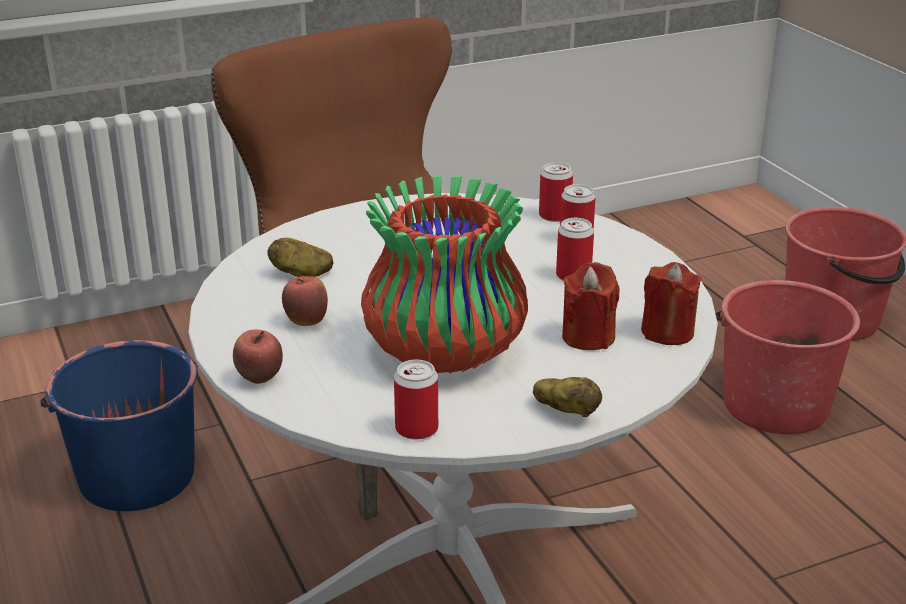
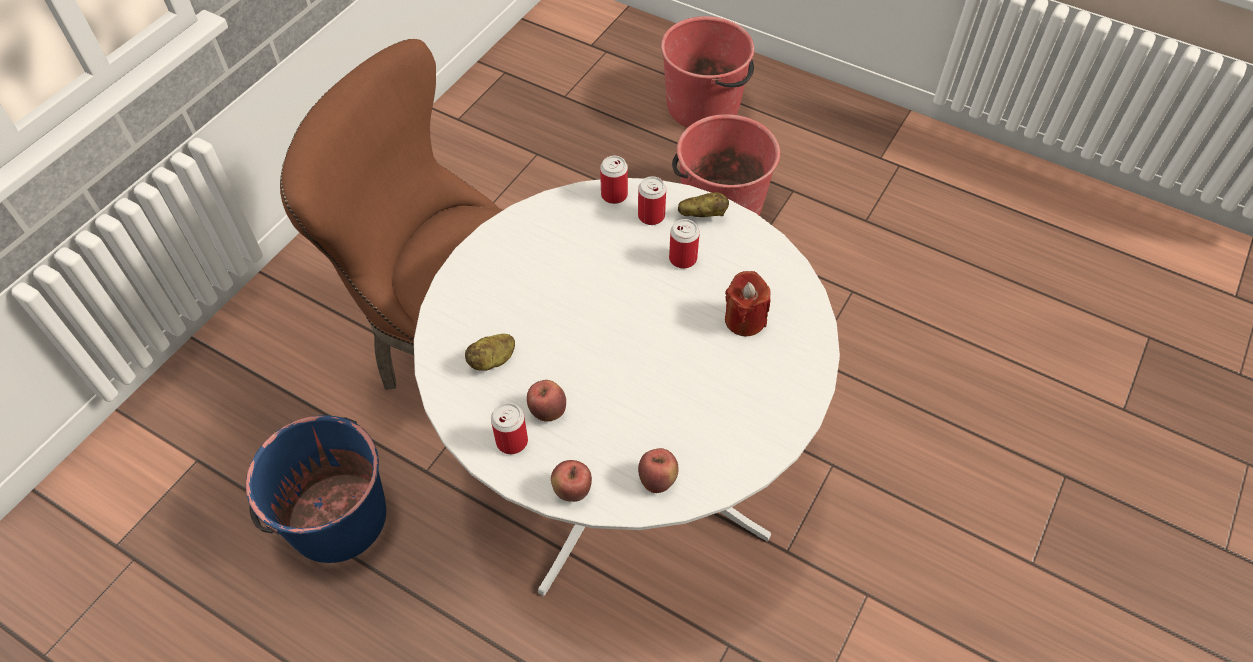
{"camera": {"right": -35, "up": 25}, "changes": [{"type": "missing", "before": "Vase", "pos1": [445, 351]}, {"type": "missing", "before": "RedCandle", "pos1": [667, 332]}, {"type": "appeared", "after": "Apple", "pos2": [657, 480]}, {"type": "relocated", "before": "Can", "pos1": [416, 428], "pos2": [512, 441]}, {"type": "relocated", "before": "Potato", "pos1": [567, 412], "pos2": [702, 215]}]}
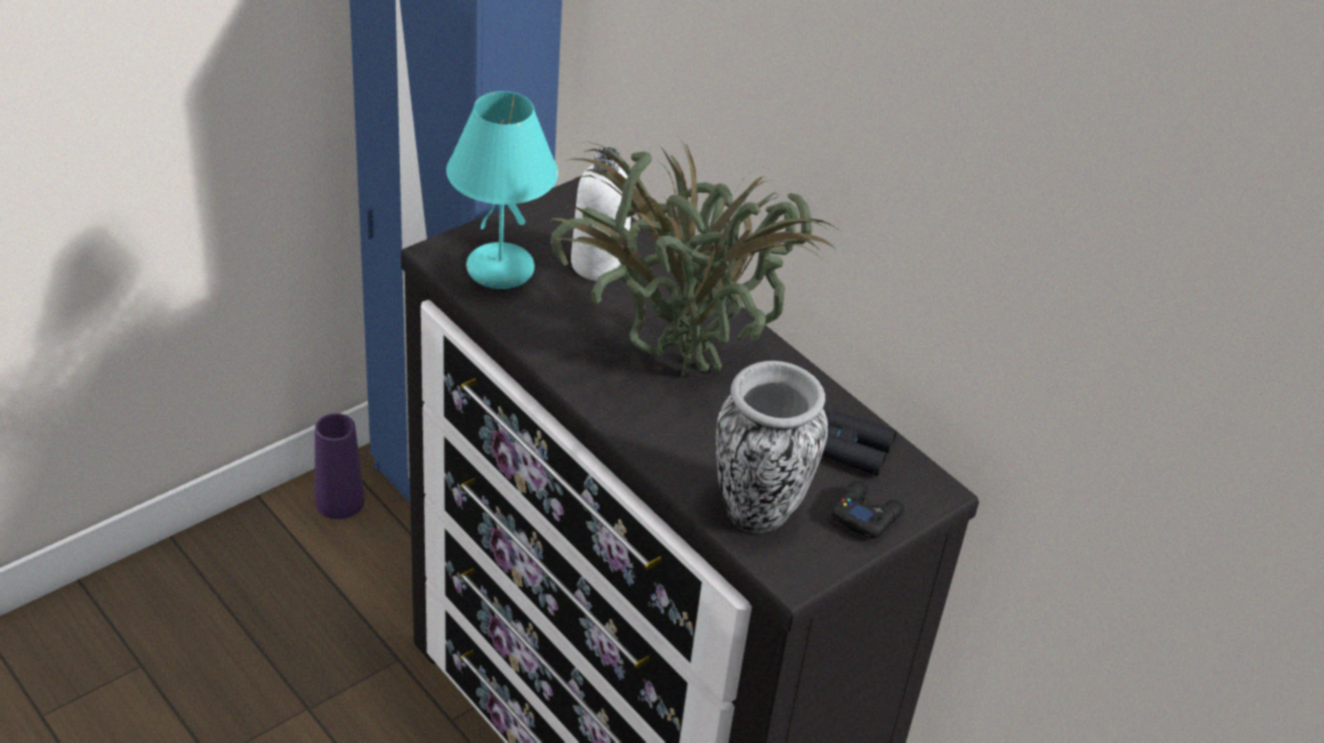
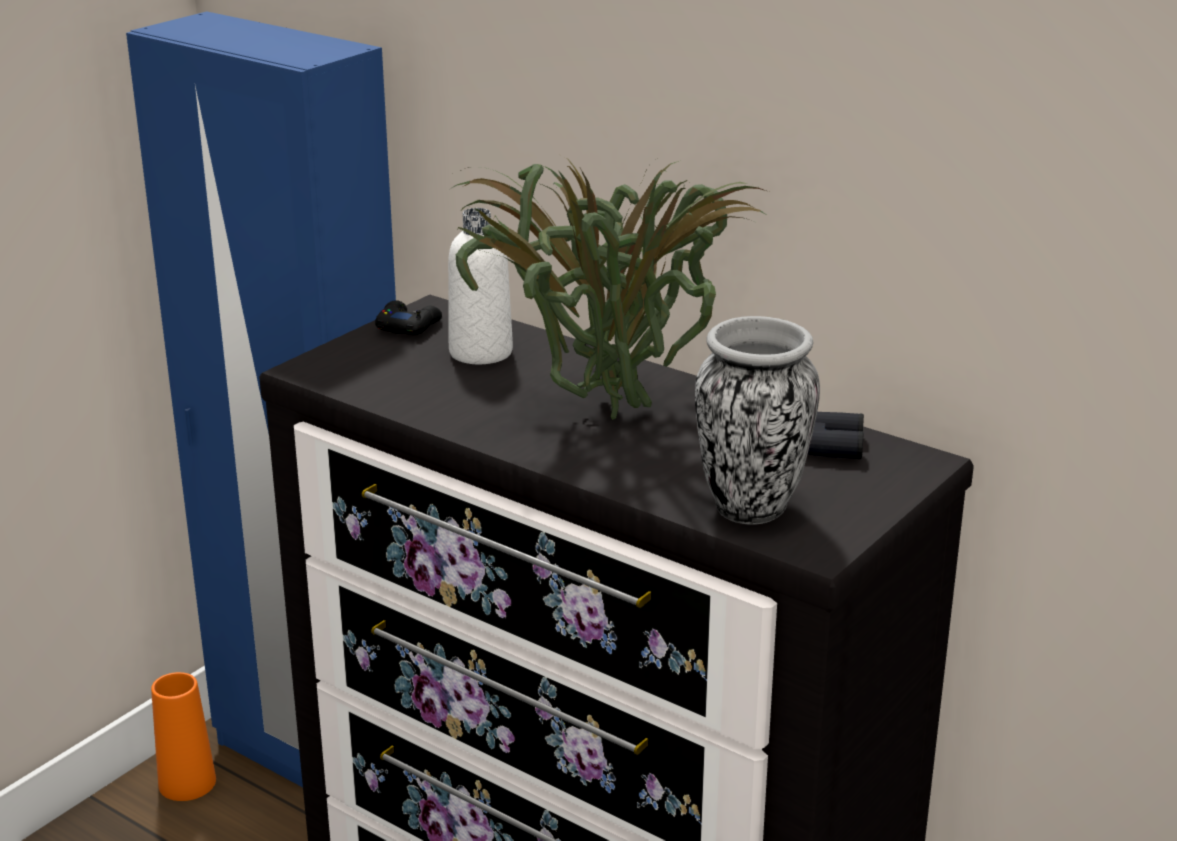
{"camera": {"right": -10, "up": -15}, "changes": [{"type": "missing", "before": "TurquoiseTableLamp", "pos1": [499, 270]}, {"type": "relocated", "before": "BlackGameController", "pos1": [865, 515], "pos2": [408, 326]}, {"type": "colour", "before": "PurpleVase", "after": "OrangeVase", "pos1": [339, 501], "pos2": [187, 782]}]}
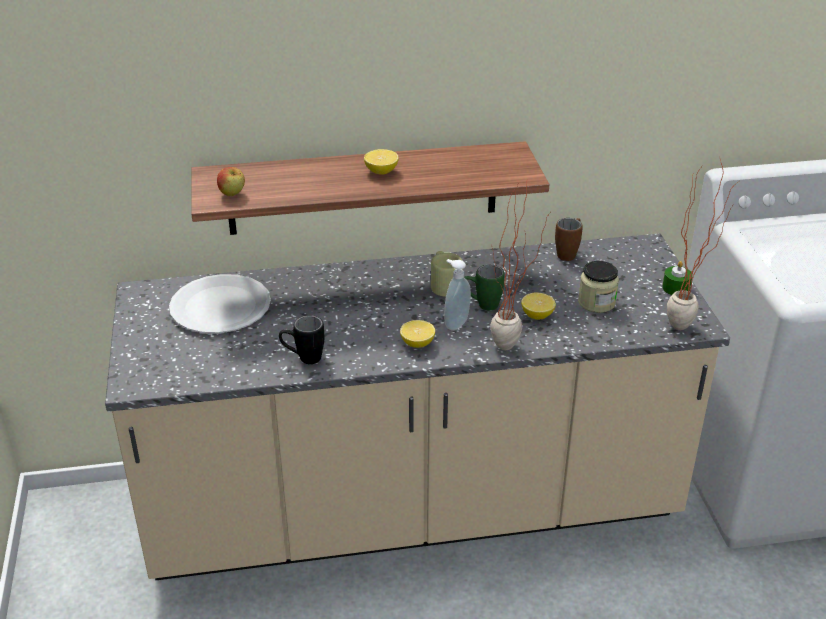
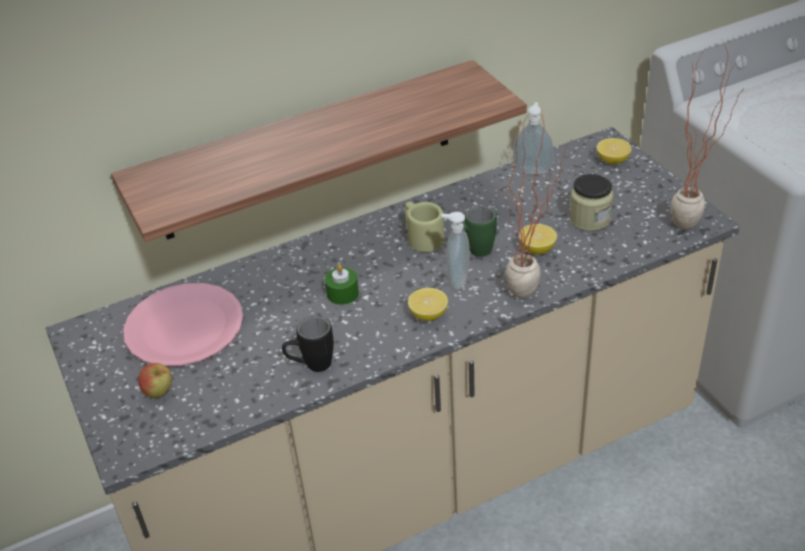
{"camera": {"right": -15, "up": 5}, "changes": [{"type": "relocated", "before": "Apple", "pos1": [232, 194], "pos2": [159, 393]}, {"type": "relocated", "before": "Lemon", "pos1": [381, 171], "pos2": [612, 161]}, {"type": "relocated", "before": "GreenCandle", "pos1": [676, 288], "pos2": [342, 293]}, {"type": "exchanged", "before": "BrownMug", "after": "SoapDispenser", "pos1": [568, 253], "pos2": [533, 170]}, {"type": "colour", "before": "WhitePlate", "after": "PinkPlate", "pos1": [220, 307], "pos2": [185, 327]}]}
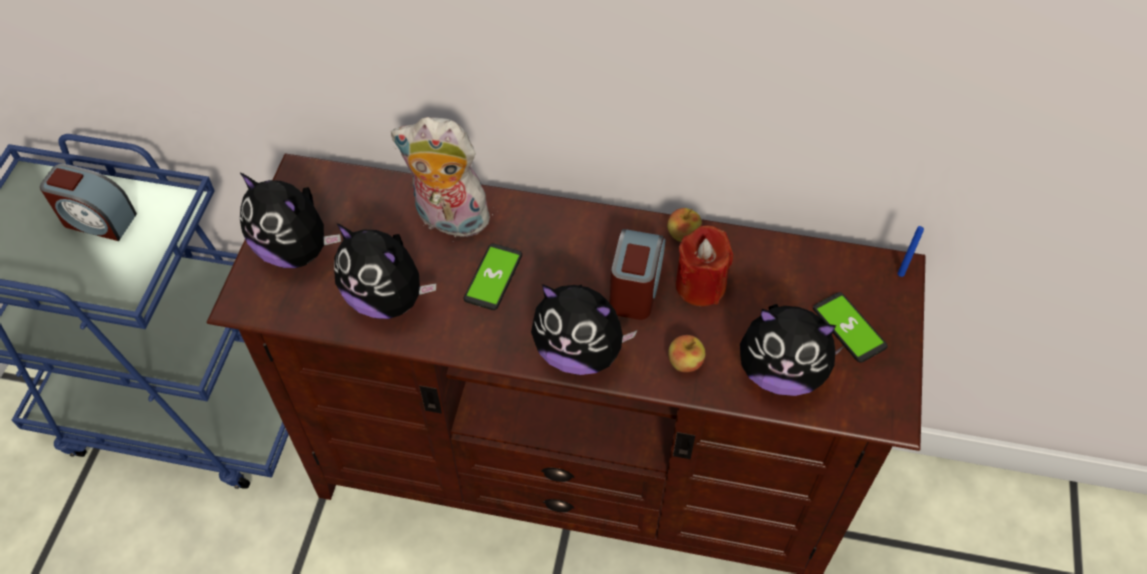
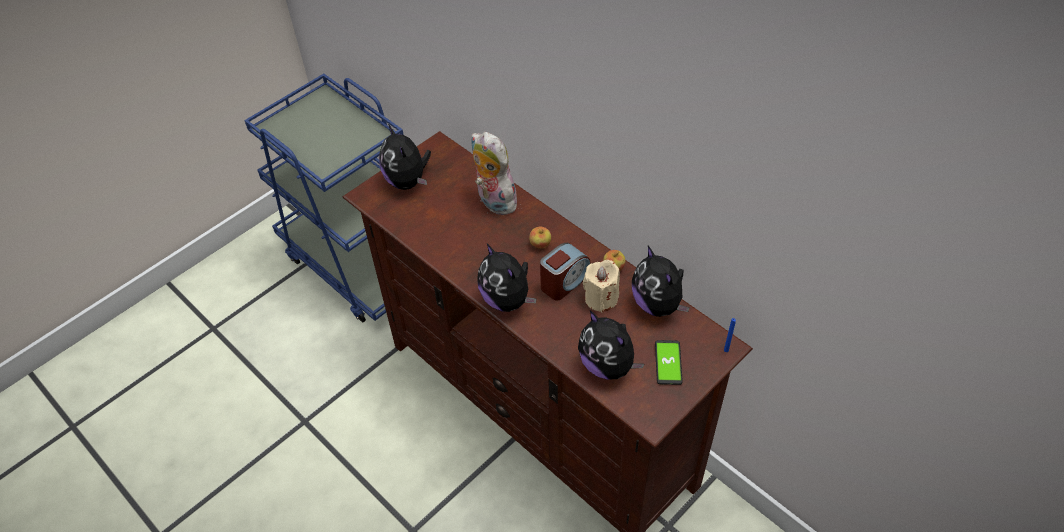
{"camera": {"right": 35, "up": -5}, "changes": [{"type": "missing", "before": "AlarmClock", "pos1": [97, 220]}, {"type": "missing", "before": "Phone", "pos1": [493, 277]}, {"type": "relocated", "before": "PlushToy", "pos1": [387, 298], "pos2": [658, 304]}, {"type": "relocated", "before": "Apple", "pos1": [685, 362], "pos2": [540, 244]}, {"type": "colour", "before": "RedCandle", "after": "BeigeCandle", "pos1": [700, 285], "pos2": [601, 298]}]}
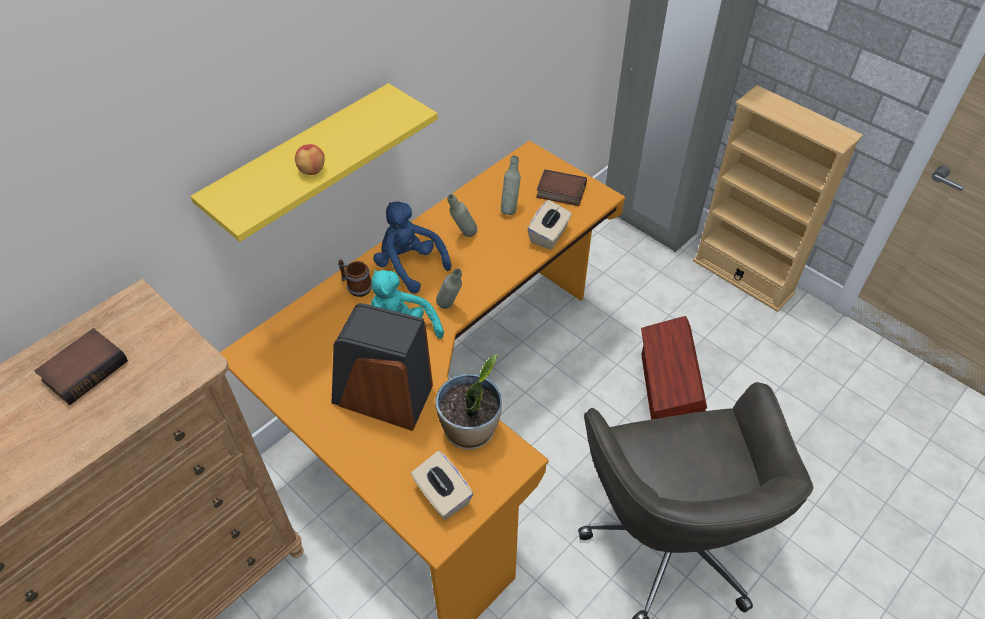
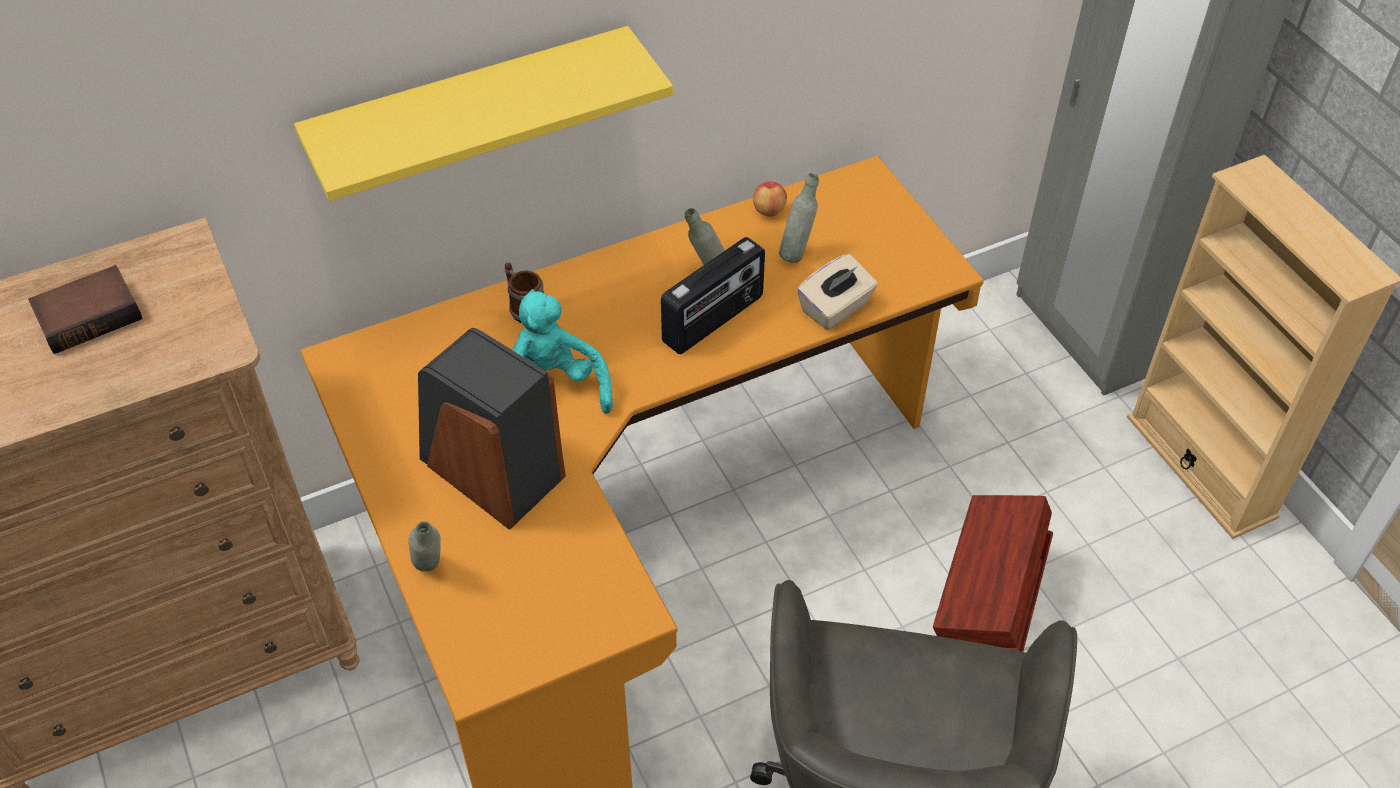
{"camera": {"right": 20, "up": 0}, "changes": [{"type": "missing", "before": "BluePlushToy", "pos1": [409, 266]}, {"type": "missing", "before": "BeigeTissueBox", "pos1": [442, 495]}, {"type": "missing", "before": "PottedPlant", "pos1": [470, 430]}, {"type": "missing", "before": "Book", "pos1": [560, 192]}, {"type": "appeared", "after": "Radio", "pos2": [714, 320]}, {"type": "relocated", "before": "Apple", "pos1": [312, 170], "pos2": [769, 210]}, {"type": "relocated", "before": "GreyBottle", "pos1": [450, 308], "pos2": [431, 572]}]}
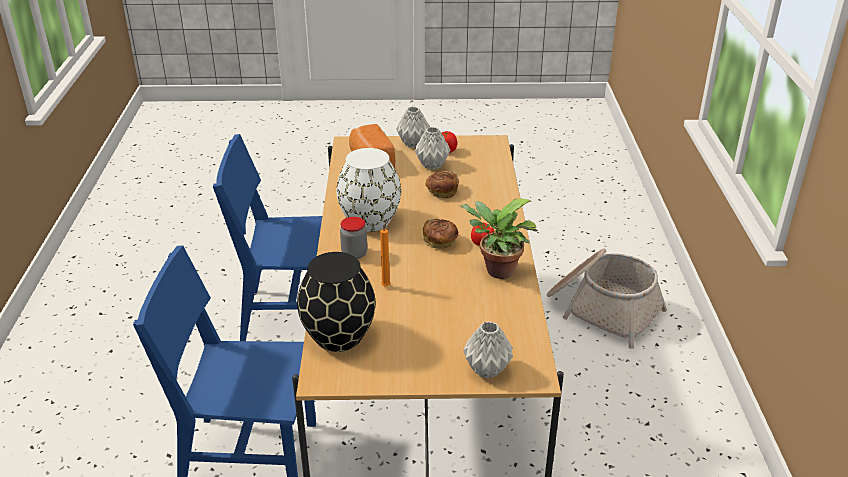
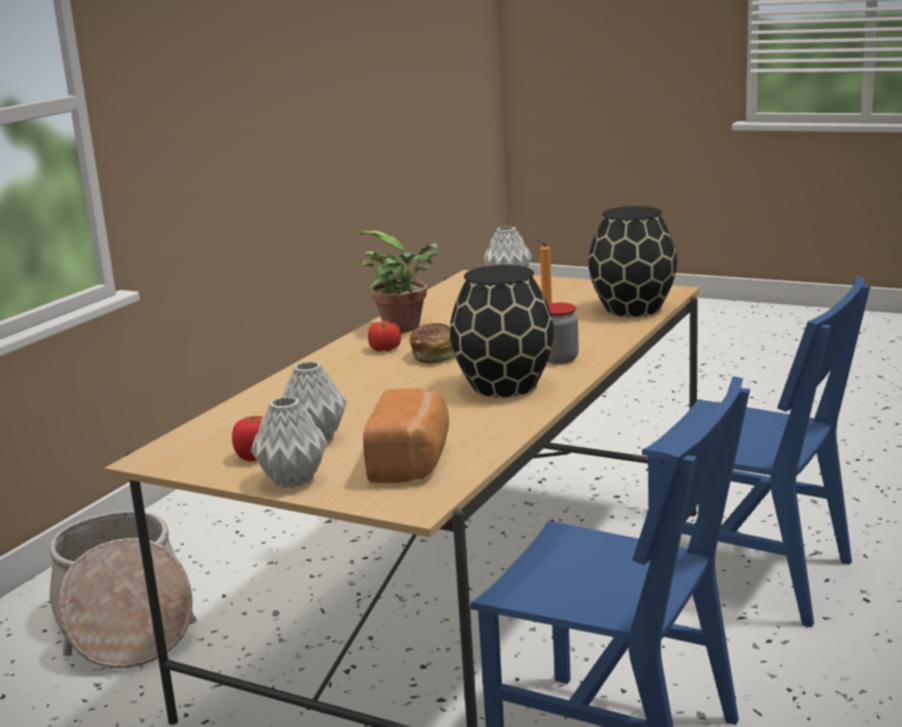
{"camera": {"right": -150, "up": -15}, "changes": [{"type": "missing", "before": "Bread", "pos1": [442, 192]}, {"type": "colour", "before": "WhiteVase", "after": "BlackVase", "pos1": [369, 221], "pos2": [505, 386]}]}
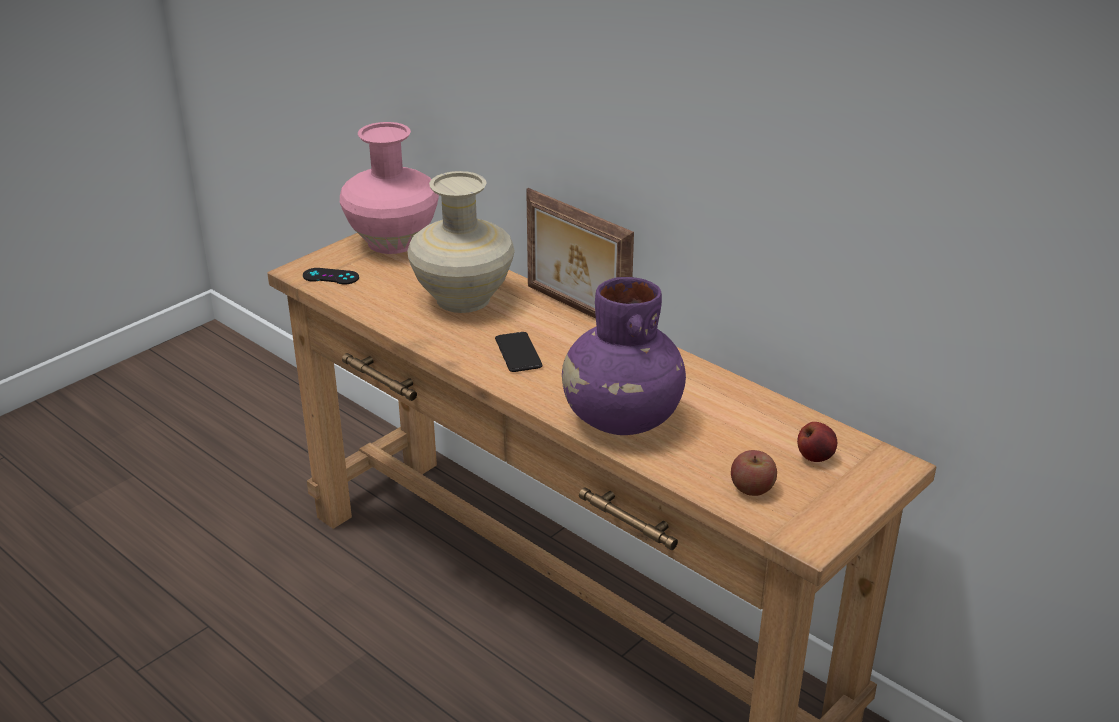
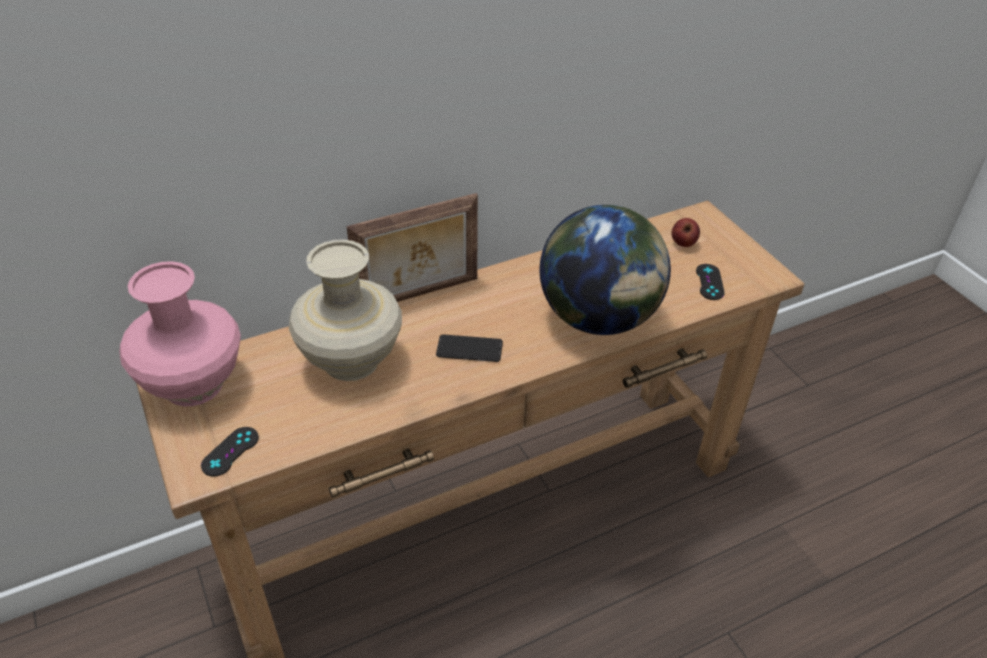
{"camera": {"right": -70, "up": 10}, "changes": [{"type": "exchanged", "before": "PurpleVase", "after": "Globe", "pos1": [621, 419], "pos2": [599, 318]}, {"type": "exchanged", "before": "Apple", "after": "BlackGameController", "pos1": [752, 488], "pos2": [709, 282]}]}
